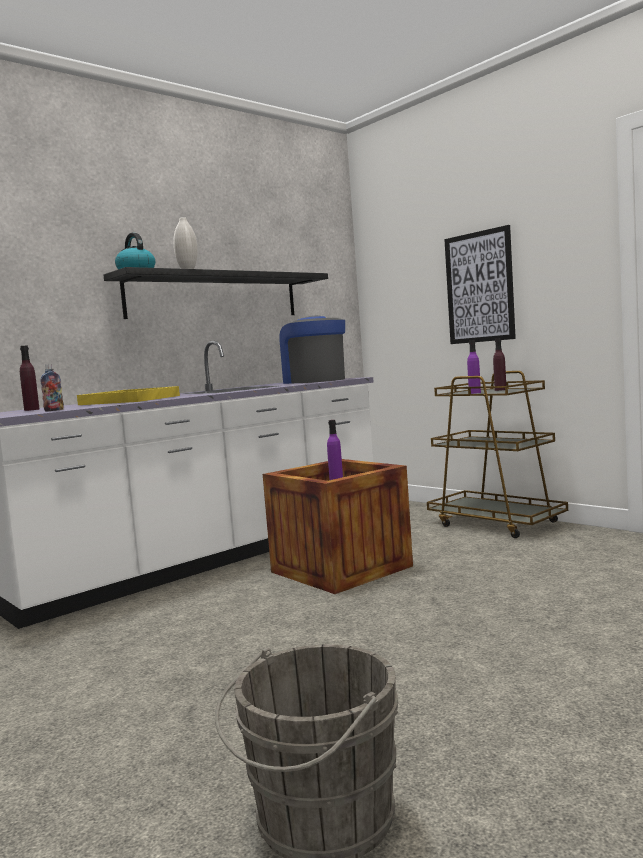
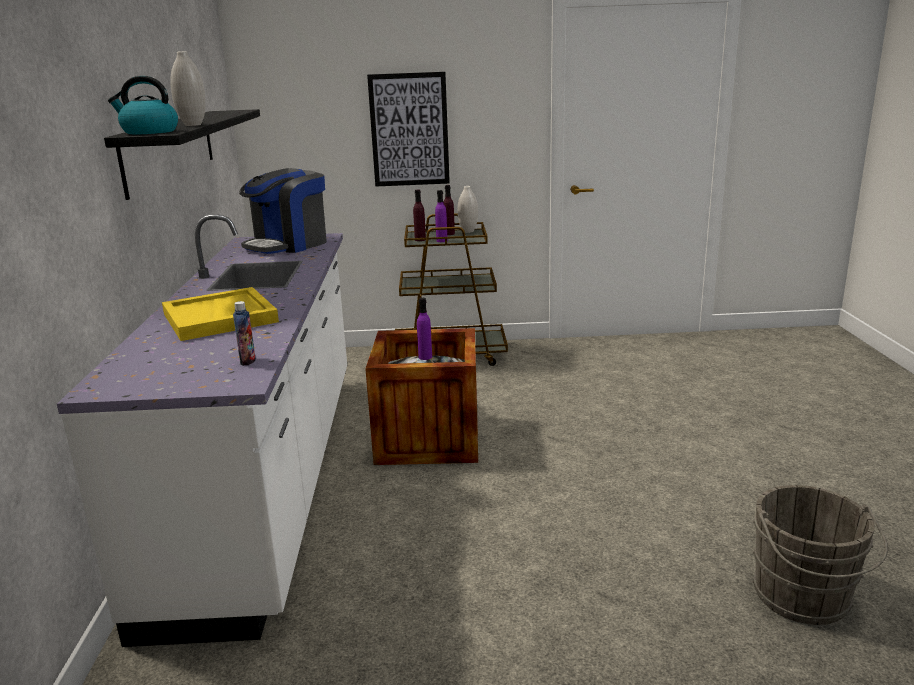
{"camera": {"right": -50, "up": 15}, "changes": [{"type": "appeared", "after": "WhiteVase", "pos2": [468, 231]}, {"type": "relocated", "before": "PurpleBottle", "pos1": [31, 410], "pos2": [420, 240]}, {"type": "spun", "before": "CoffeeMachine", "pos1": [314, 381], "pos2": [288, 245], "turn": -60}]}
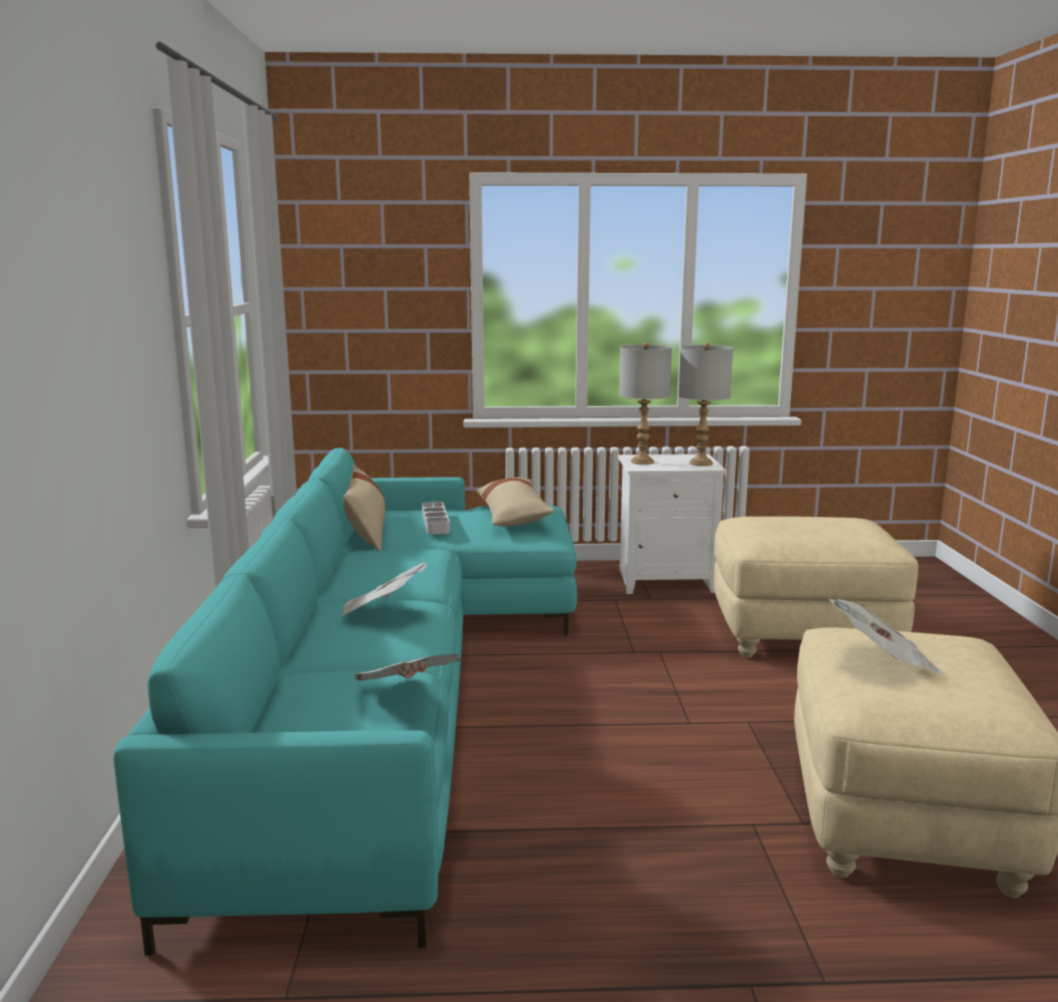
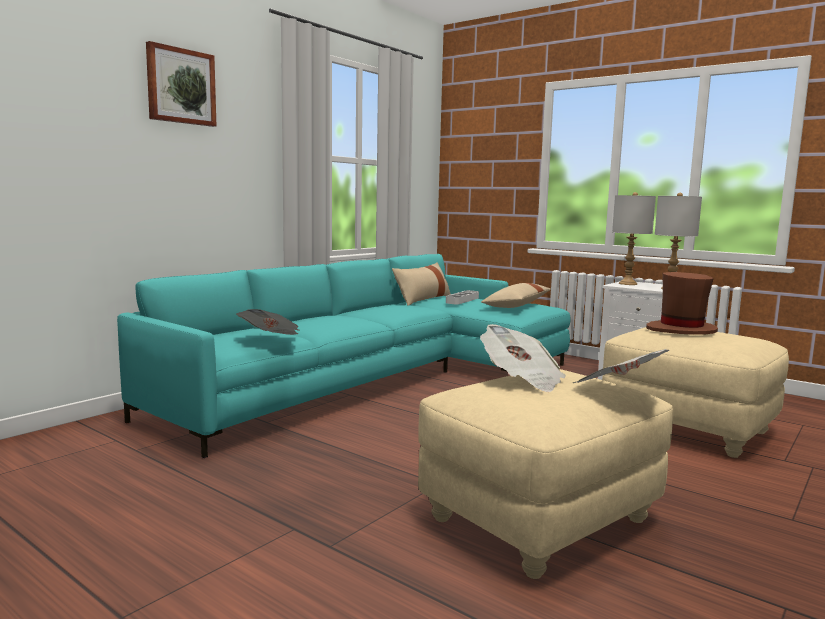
{"camera": {"right": 40, "up": -5}, "changes": [{"type": "appeared", "after": "Picture", "pos2": [180, 86]}, {"type": "appeared", "after": "BrownHat", "pos2": [681, 330]}, {"type": "relocated", "before": "Newspaper", "pos1": [382, 613], "pos2": [617, 390]}]}
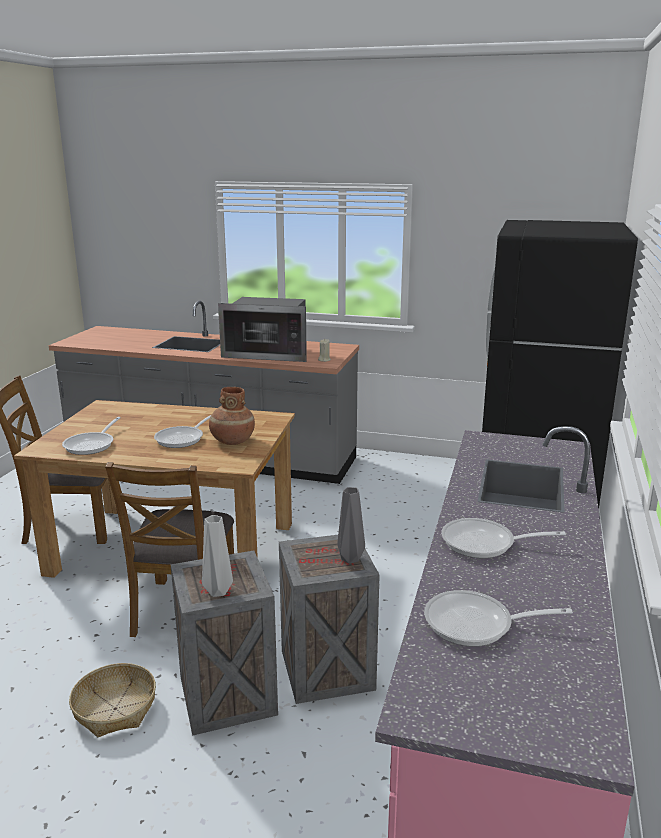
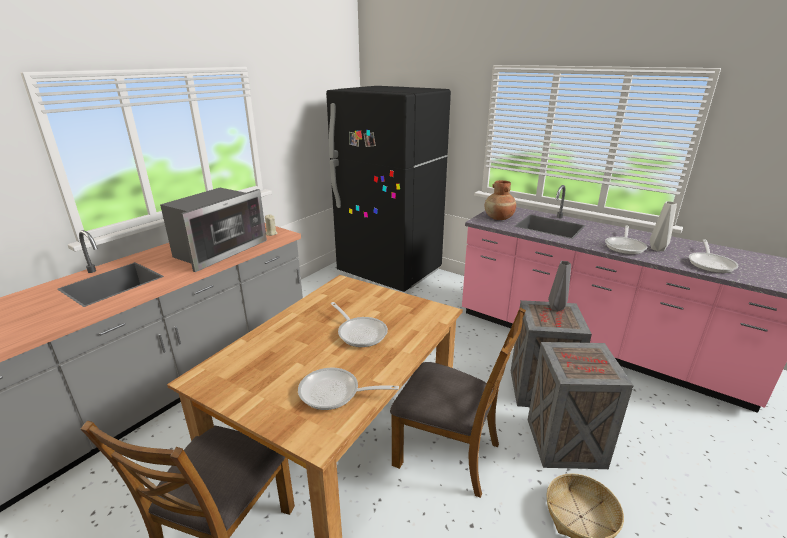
{"camera": {"right": -70, "up": 5}, "changes": [{"type": "relocated", "before": "GreyVase", "pos1": [218, 591], "pos2": [656, 249]}, {"type": "relocated", "before": "BrownVase", "pos1": [232, 441], "pos2": [498, 218]}, {"type": "spun", "before": "FryingPan", "pos1": [92, 445], "pos2": [335, 393], "turn": 150}]}
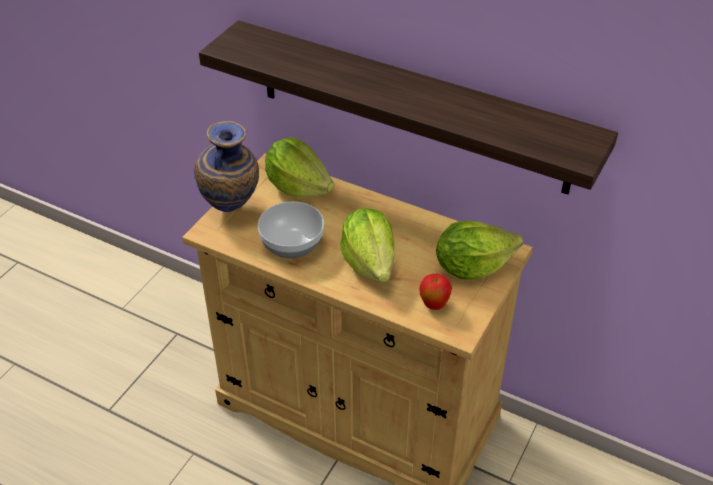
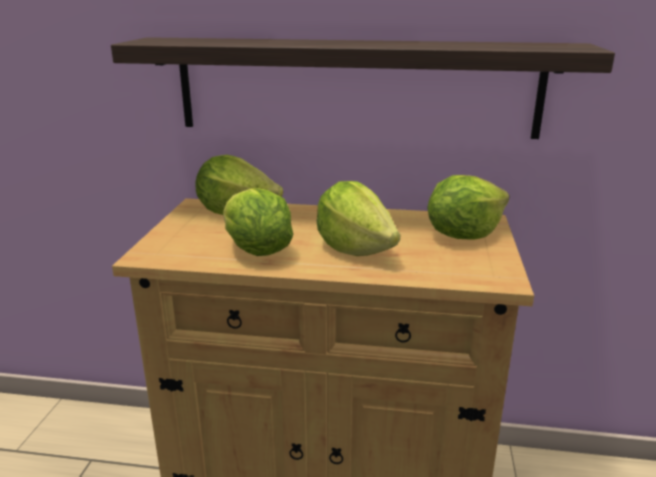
{"camera": {"right": -20, "up": -20}, "changes": [{"type": "missing", "before": "Vase", "pos1": [232, 211]}, {"type": "missing", "before": "Apple", "pos1": [434, 305]}, {"type": "exchanged", "before": "Bowl", "after": "Lettuce", "pos1": [291, 246], "pos2": [256, 250]}]}
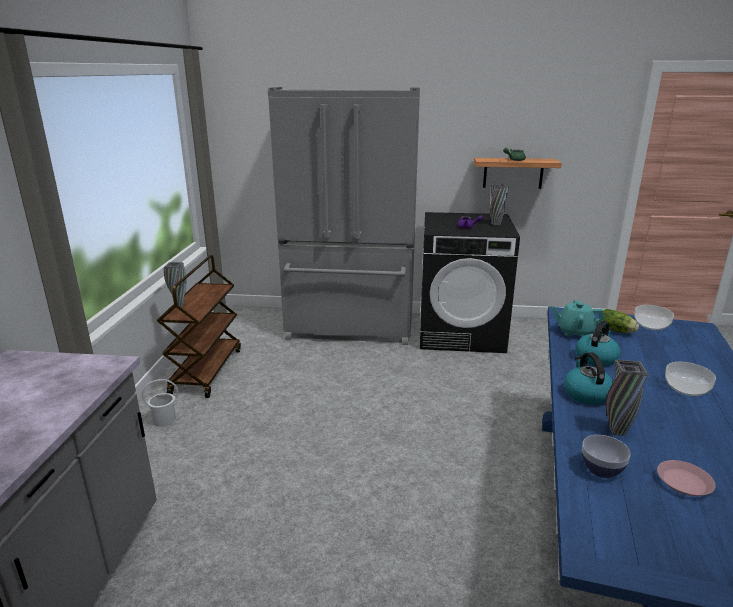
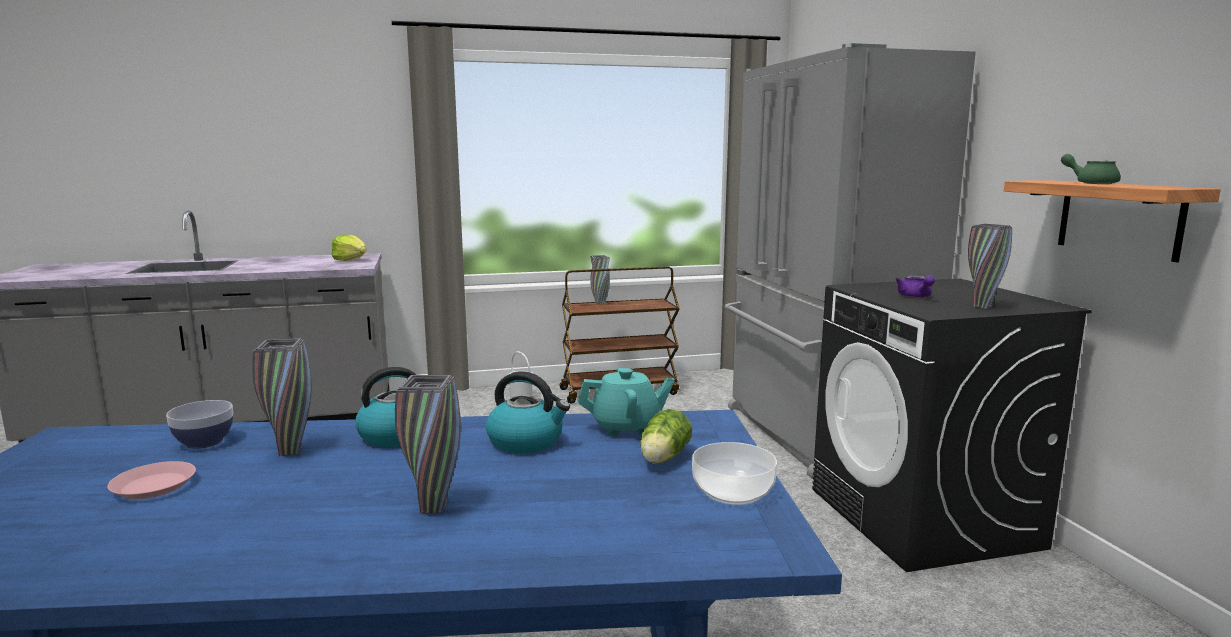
{"camera": {"right": 70, "up": -10}, "changes": [{"type": "appeared", "after": "Lettuce", "pos2": [351, 260]}, {"type": "exchanged", "before": "Bowl", "after": "GreyVase", "pos1": [687, 388], "pos2": [433, 508]}, {"type": "spun", "before": "TurquoiseTeapot", "pos1": [574, 332], "pos2": [626, 427], "turn": 90}]}
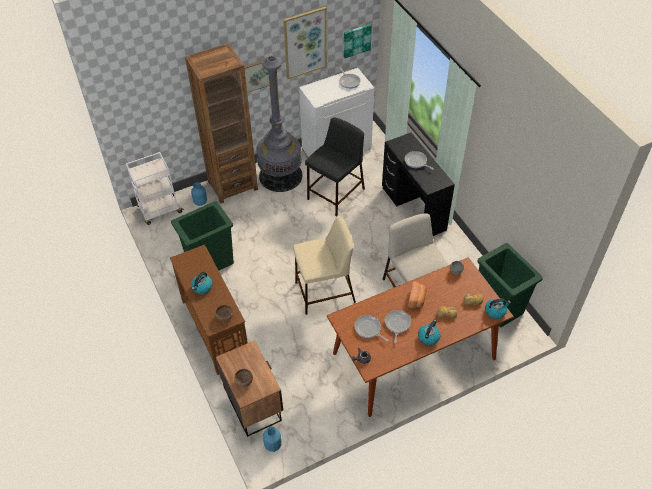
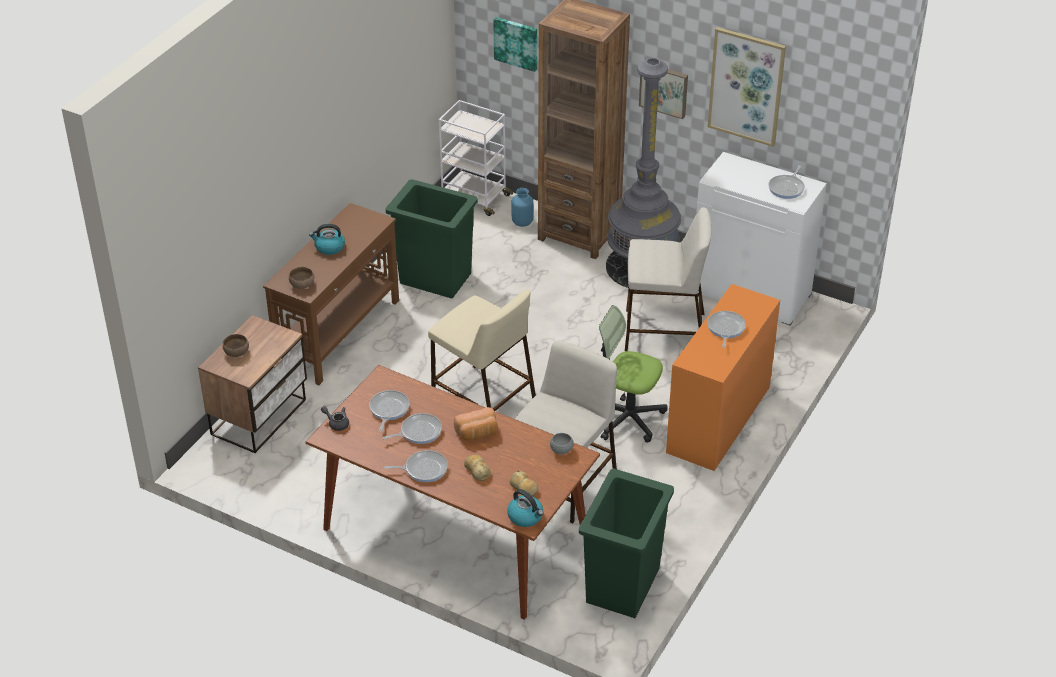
{"camera": {"right": 55, "up": -10}, "changes": [{"type": "missing", "before": "BlueVase", "pos1": [272, 445]}, {"type": "appeared", "after": "OfficeChair", "pos2": [627, 417]}, {"type": "relocated", "before": "Picture", "pos1": [356, 40], "pos2": [516, 43]}, {"type": "exchanged", "before": "Kettle", "after": "FryingPan", "pos1": [428, 337], "pos2": [423, 469]}, {"type": "colour", "before": "BlackStool", "after": "BeigeStool", "pos1": [335, 194], "pos2": [663, 332]}, {"type": "colour", "before": "BlackDesk", "after": "OrangeDesk", "pos1": [413, 209], "pos2": [719, 419]}]}
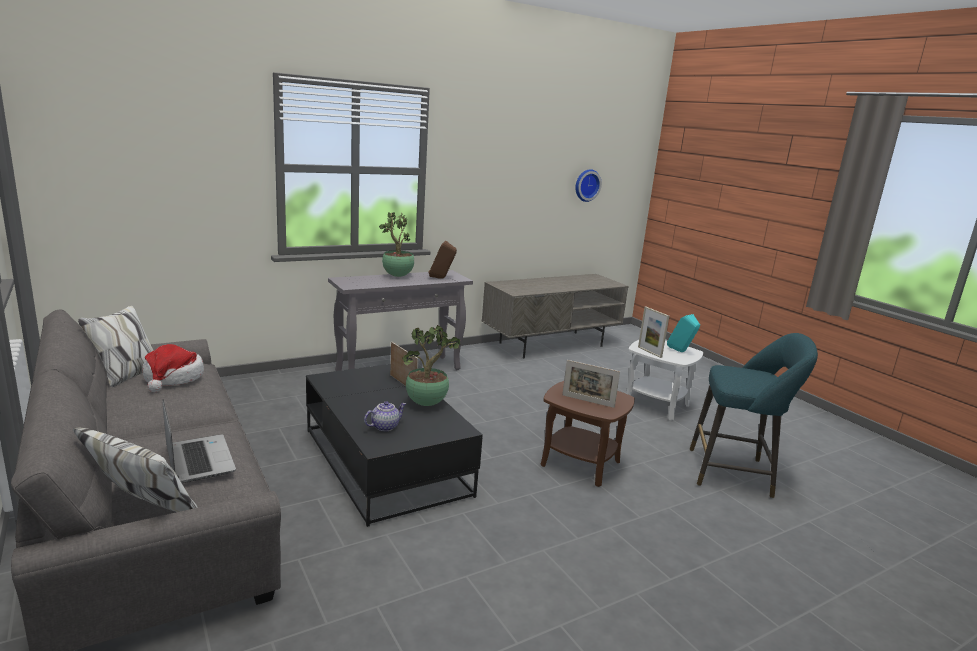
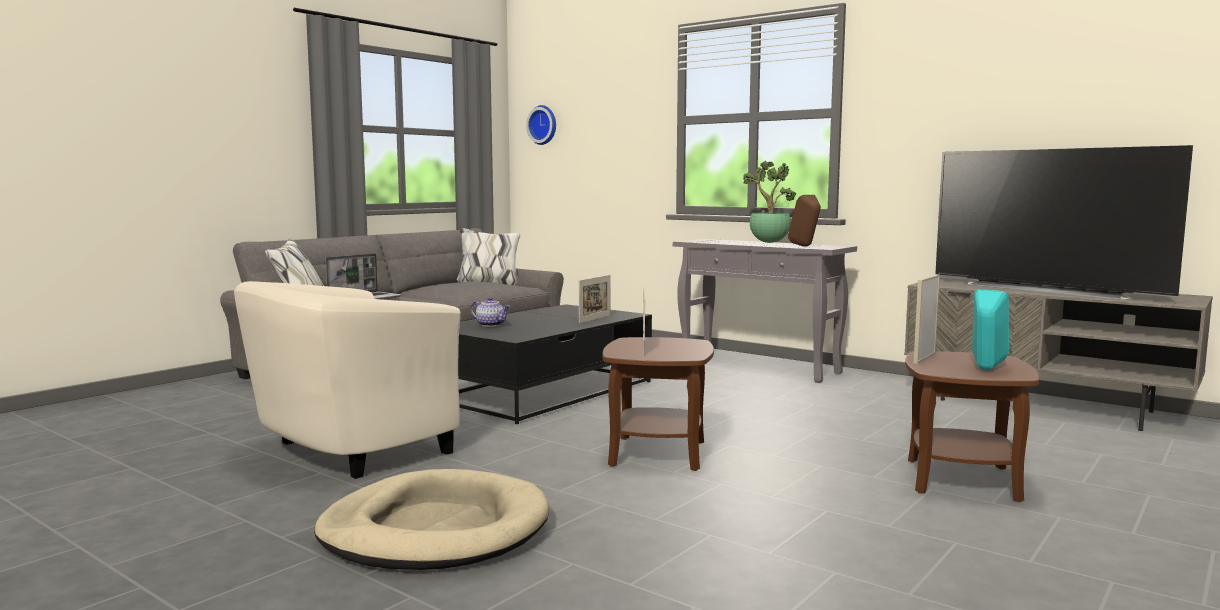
{"camera": {"right": 70, "up": -10}, "changes": [{"type": "missing", "before": "Hat", "pos1": [173, 378]}, {"type": "missing", "before": "PottedPlant", "pos1": [427, 403]}, {"type": "missing", "before": "TurquoiseStool", "pos1": [735, 474]}, {"type": "appeared", "after": "BeigeArmchair", "pos2": [346, 452]}, {"type": "appeared", "after": "BeigeDogBed", "pos2": [435, 530]}, {"type": "appeared", "after": "Television", "pos2": [1048, 289]}, {"type": "relocated", "before": "WallClock", "pos1": [586, 185], "pos2": [543, 125]}, {"type": "colour", "before": "WhiteSideTable", "after": "BrownSideTable", "pos1": [656, 405], "pos2": [962, 480]}]}
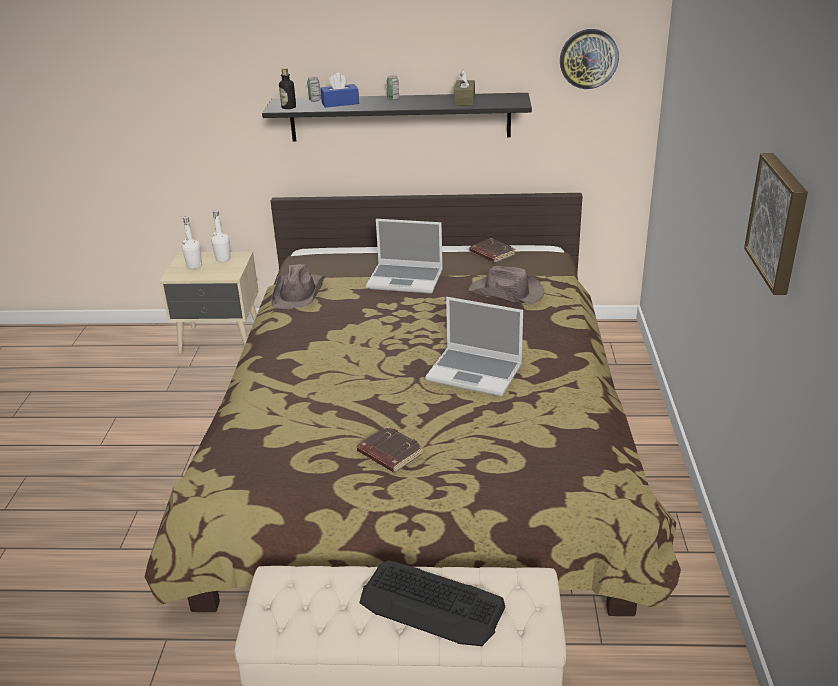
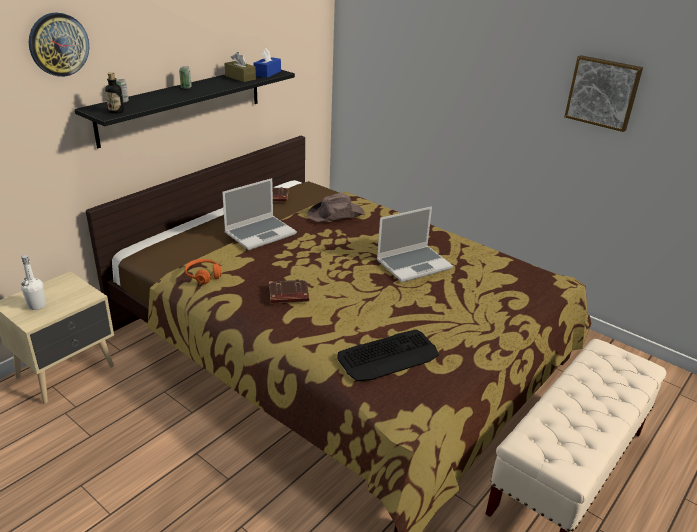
{"camera": {"right": -55, "up": 0}, "changes": [{"type": "missing", "before": "WhiteBottle", "pos1": [223, 259]}, {"type": "relocated", "before": "BlueTissueBox", "pos1": [340, 103], "pos2": [267, 73]}, {"type": "relocated", "before": "BrownBook", "pos1": [389, 453], "pos2": [288, 295]}, {"type": "relocated", "before": "Keyboard", "pos1": [432, 604], "pos2": [388, 356]}, {"type": "relocated", "before": "WallClock", "pos1": [588, 58], "pos2": [58, 44]}, {"type": "exchanged", "before": "BrownHat", "after": "OrangeHeadphones", "pos1": [299, 292], "pos2": [203, 276]}]}
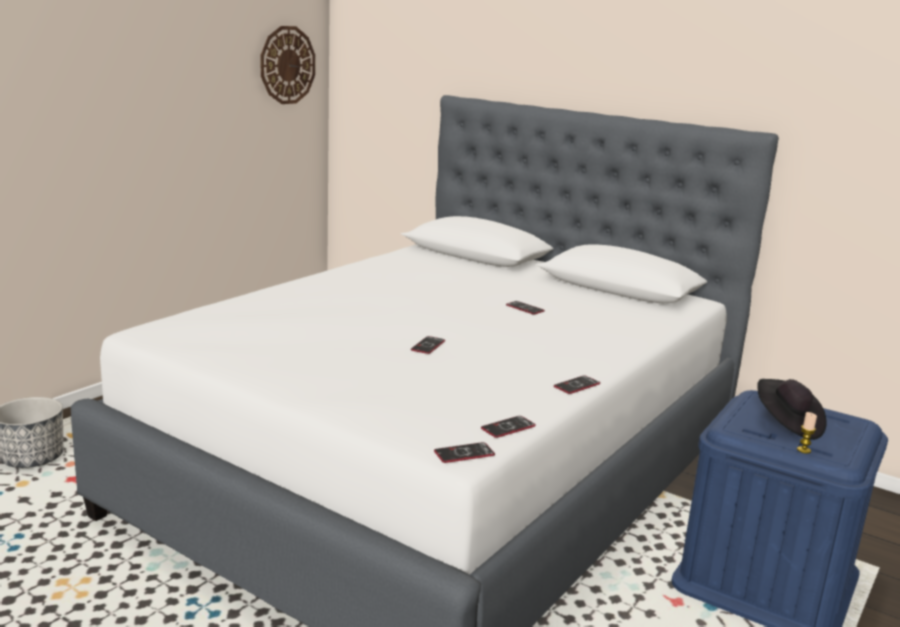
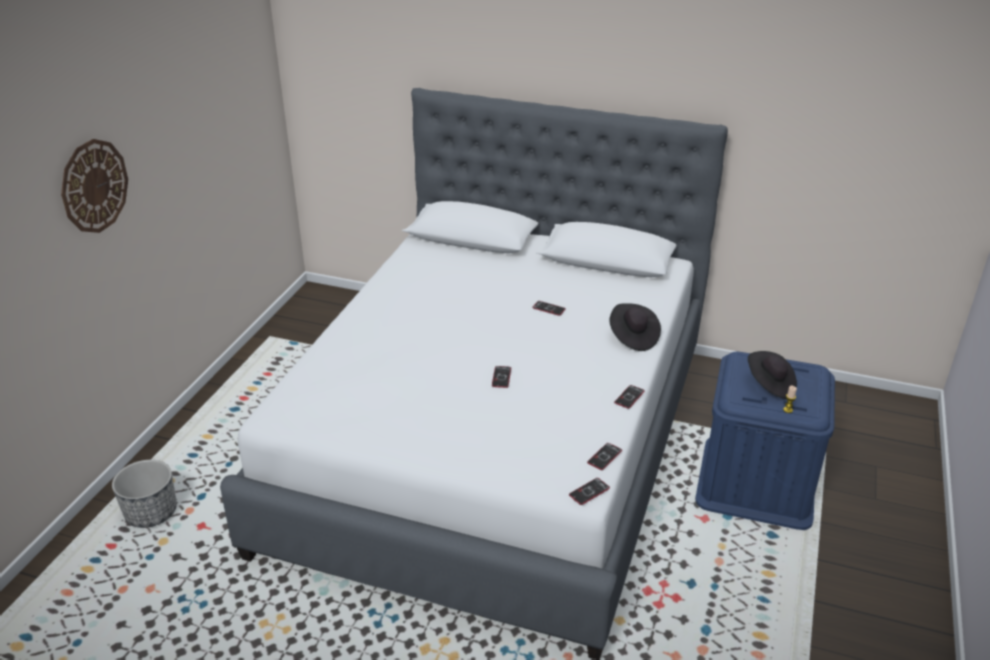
{"camera": {"right": -15, "up": 15}, "changes": [{"type": "appeared", "after": "BlackHat", "pos2": [633, 337]}, {"type": "relocated", "before": "WallClock", "pos1": [287, 65], "pos2": [94, 186]}]}
